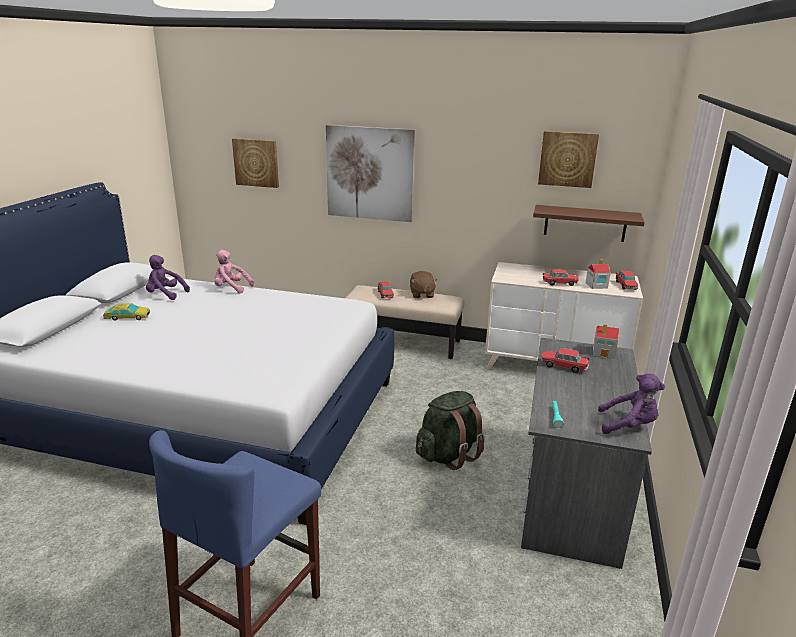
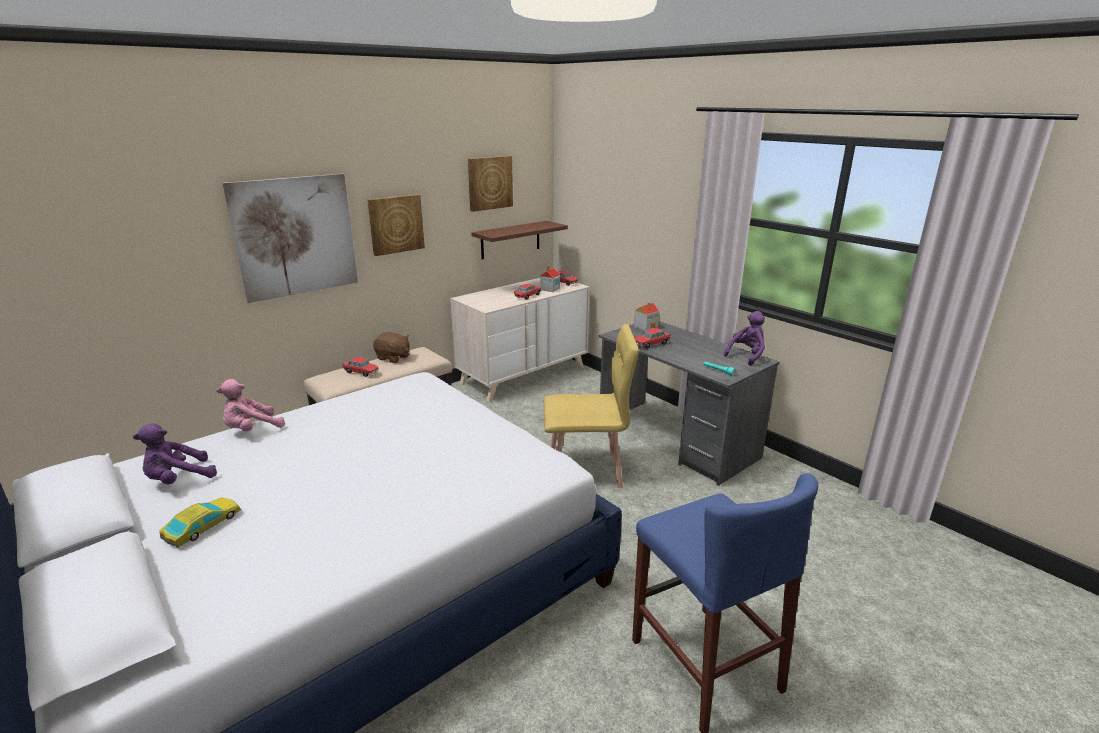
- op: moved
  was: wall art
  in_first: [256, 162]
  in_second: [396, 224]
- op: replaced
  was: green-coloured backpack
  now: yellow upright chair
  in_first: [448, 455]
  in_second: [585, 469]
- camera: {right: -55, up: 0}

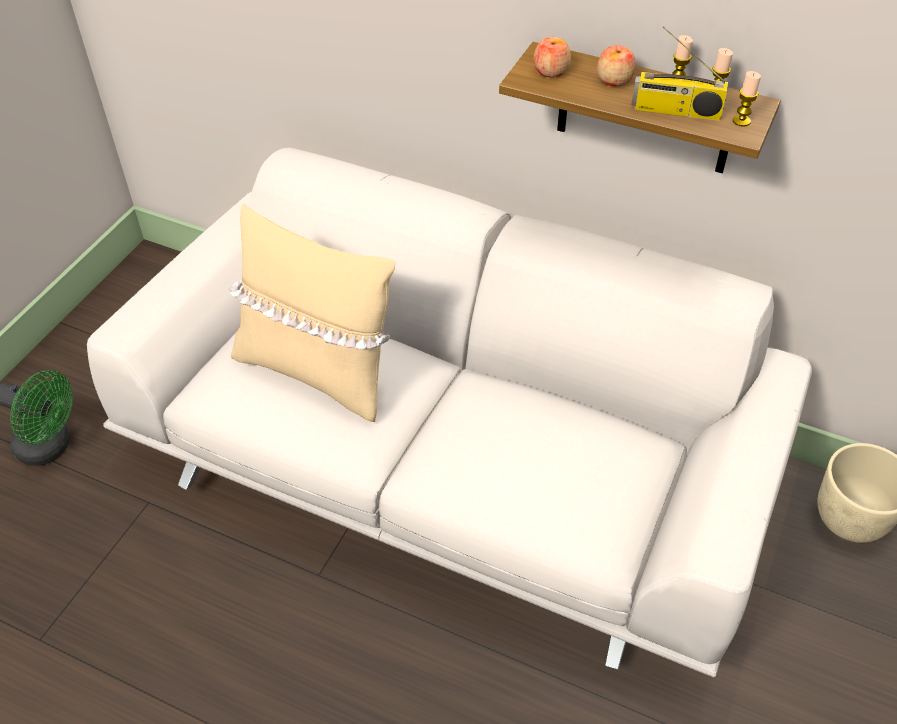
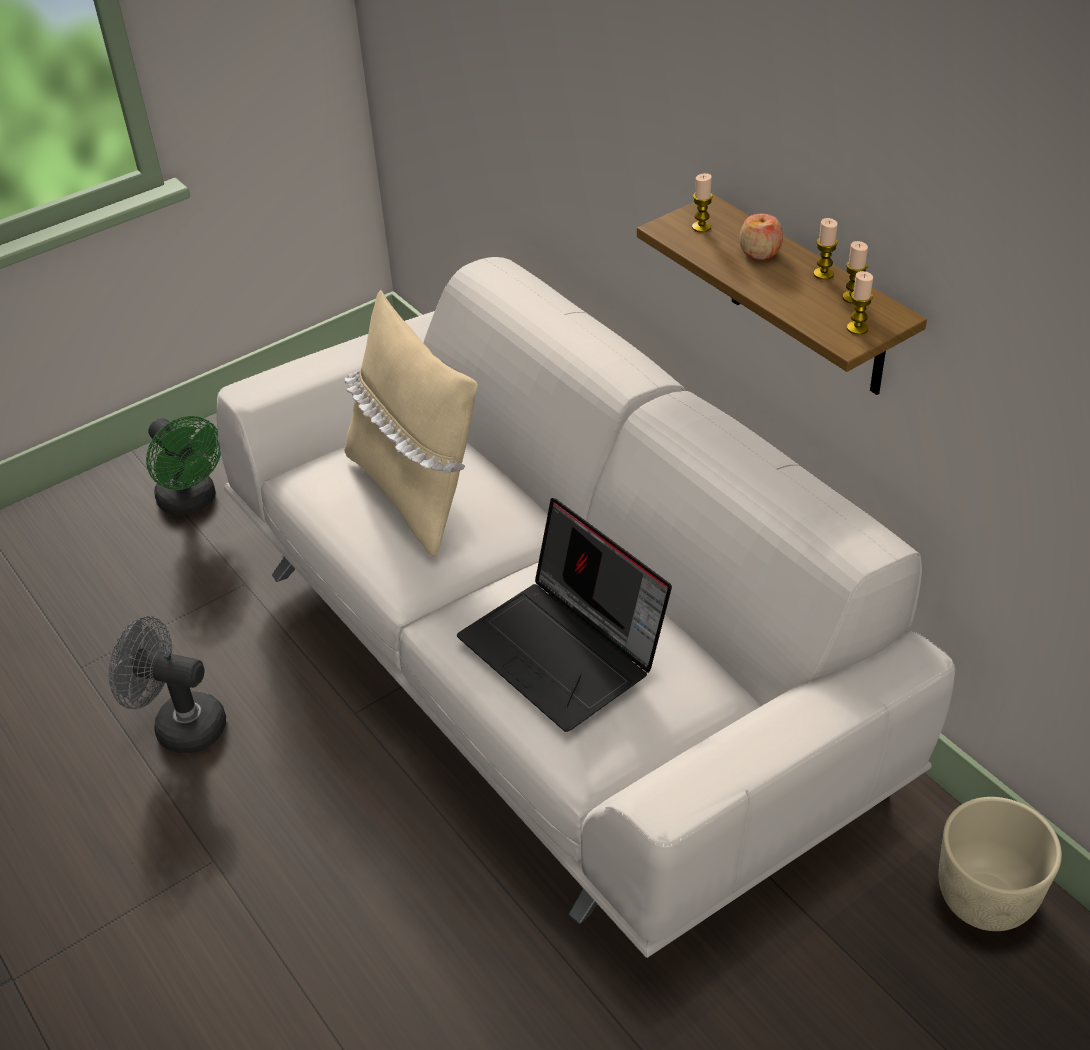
- op: replaced
  was: apple fruit
  now: wax light
  in_first: [551, 71]
  in_second: [701, 227]
- op: removed
  was: radio
  in_first: [675, 111]
- op: added
  now: grey electric fan
  in_second: [179, 725]
- op: added
  now: portable computer
  in_second: [565, 651]
- camera: {right: 30, up: -5}

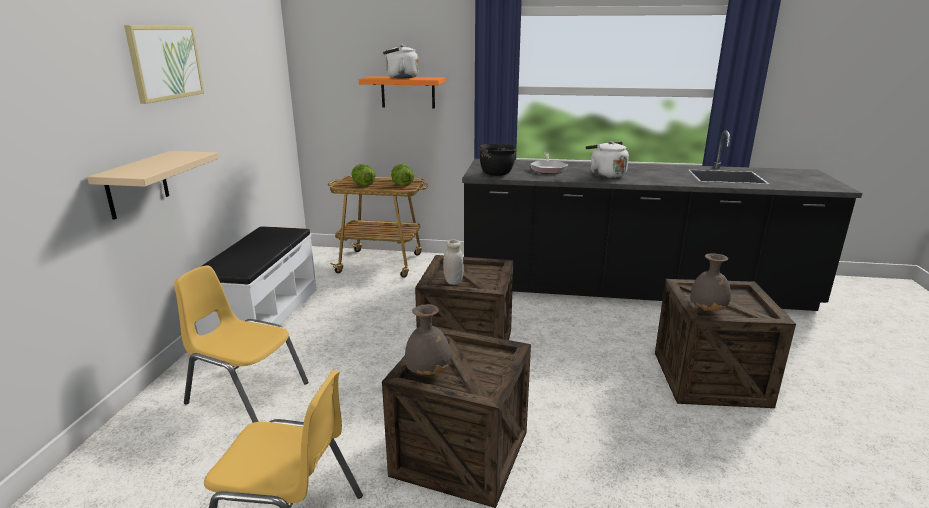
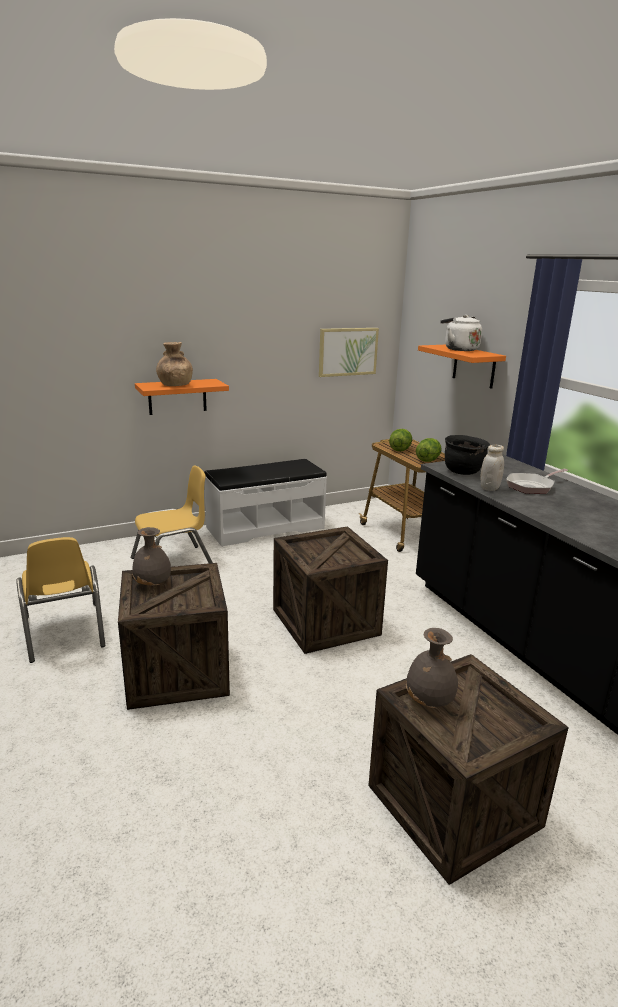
- op: recoloured
  was: beige shelf
  now: orangey shelf
  in_first: [137, 185]
  in_second: [177, 396]
- op: moved
  was: wall art
  in_first: [165, 62]
  in_second: [347, 351]
- op: turned
  was: yellow upright chair
  in_first: [247, 393]
  in_second: [173, 563]
  clockwise: 75
- op: moved
  was: whitish preserve jar
  in_first: [453, 281]
  in_second: [489, 488]
- op: removed
  was: whitish kettle
  in_first: [605, 175]
- op: added
  now: brownish flower vase
  in_second: [175, 385]
- camera: {right: 55, up: 0}

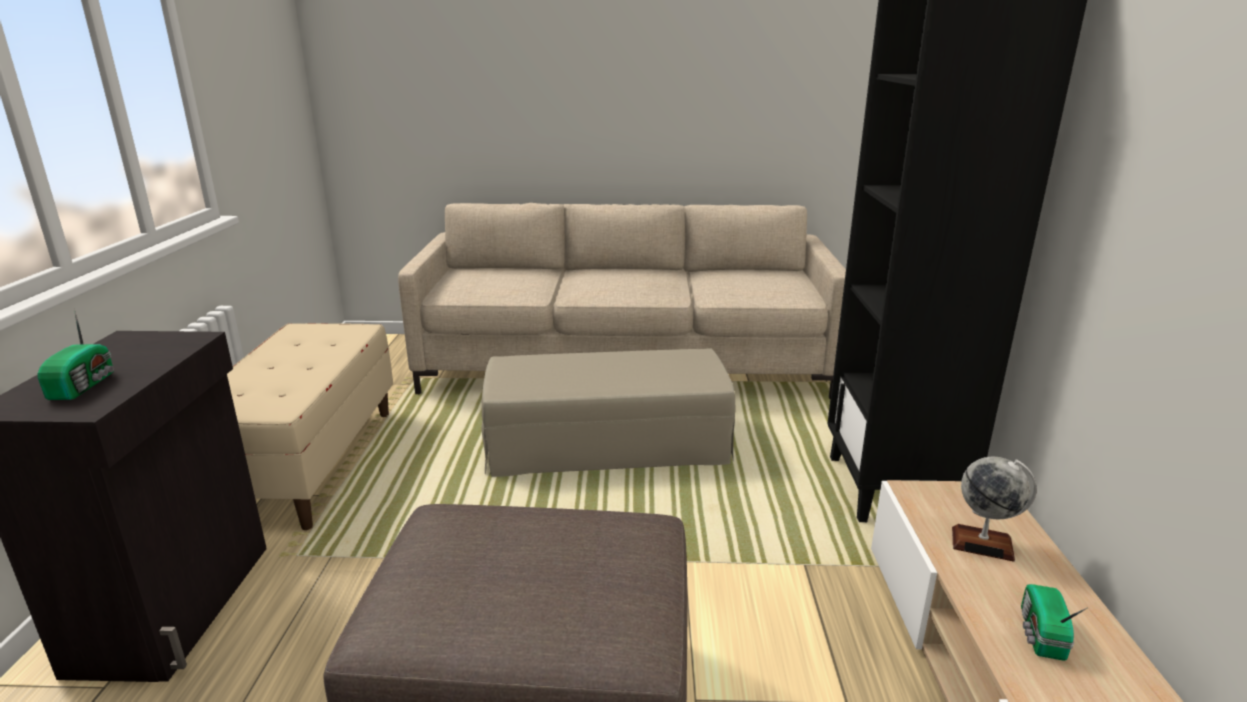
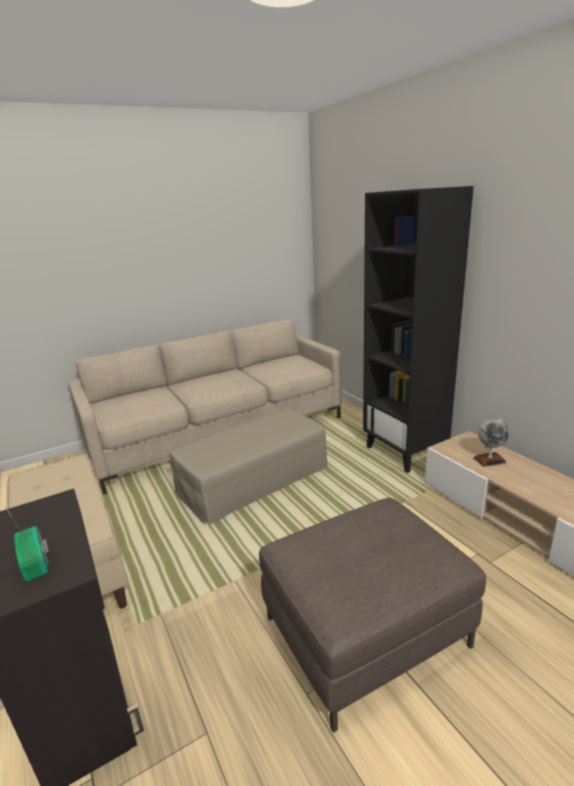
- op: removed
  was: radio
  in_first: [1040, 635]
- camera: {right: -30, up: 0}

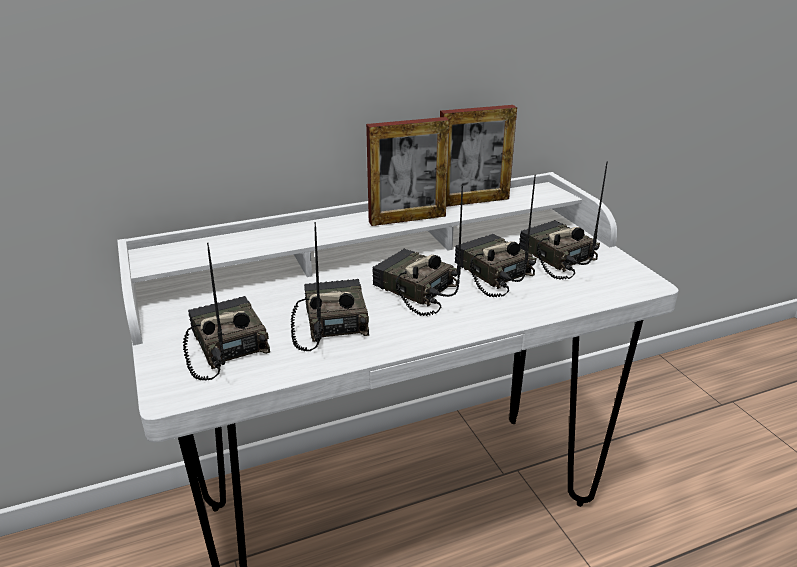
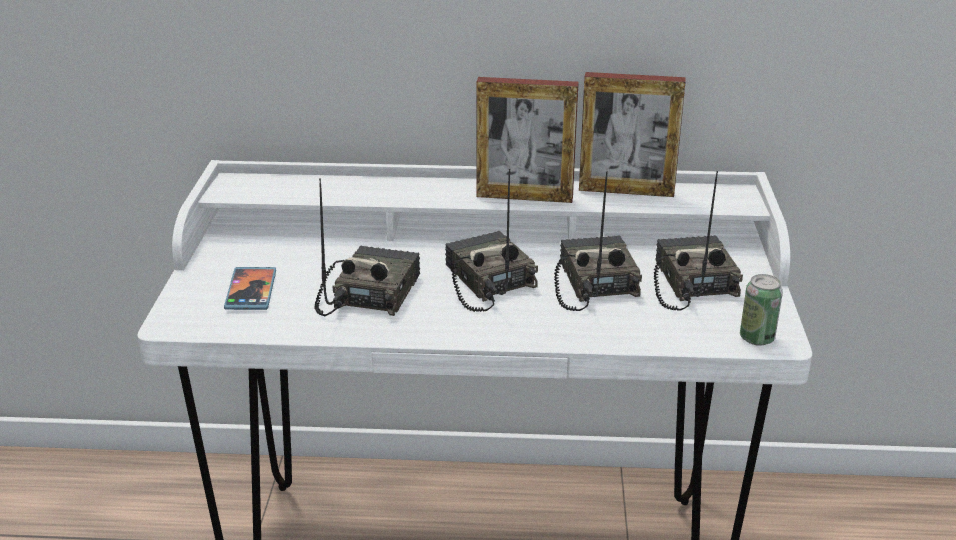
- op: replaced
  was: radio
  now: telephone
  in_first: [224, 346]
  in_second: [251, 291]
- op: added
  now: can
  in_second: [757, 338]
- camera: {right: 25, up: 0}

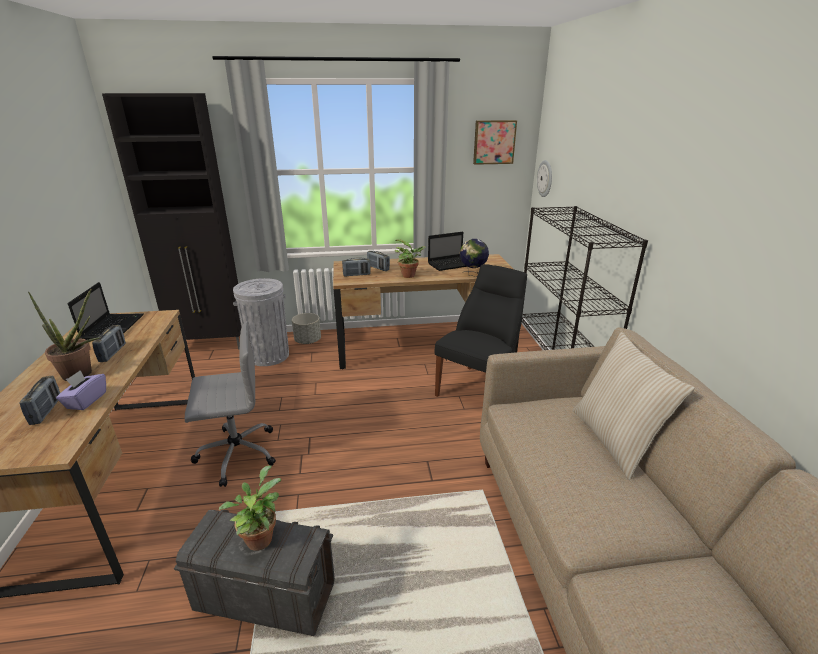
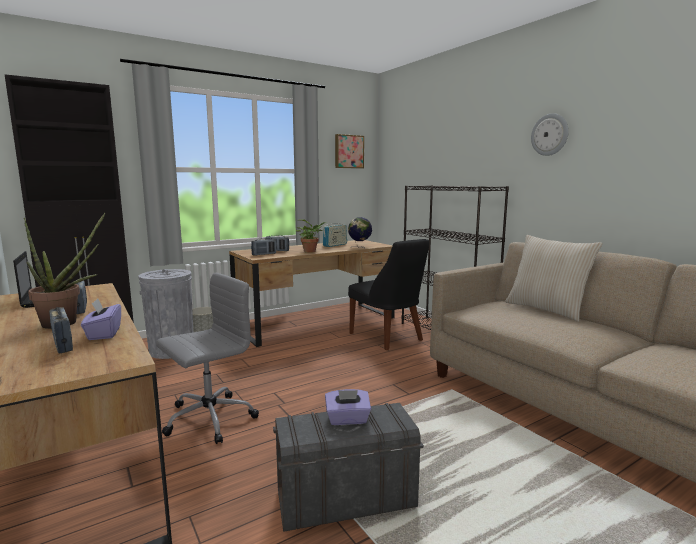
- op: replaced
  was: plant in a pot
  now: purple-coloured tissue box
  in_first: [259, 537]
  in_second: [347, 419]
- op: replaced
  was: portable computer
  now: radio
  in_first: [451, 264]
  in_second: [335, 245]
- op: turned
  was: blackish upright chair
  in_first: [478, 387]
  in_second: [388, 337]
  clockwise: 135
- op: moved
  was: hanging clock
  in_first: [545, 178]
  in_second: [550, 134]
- camera: {right: -25, up: -15}

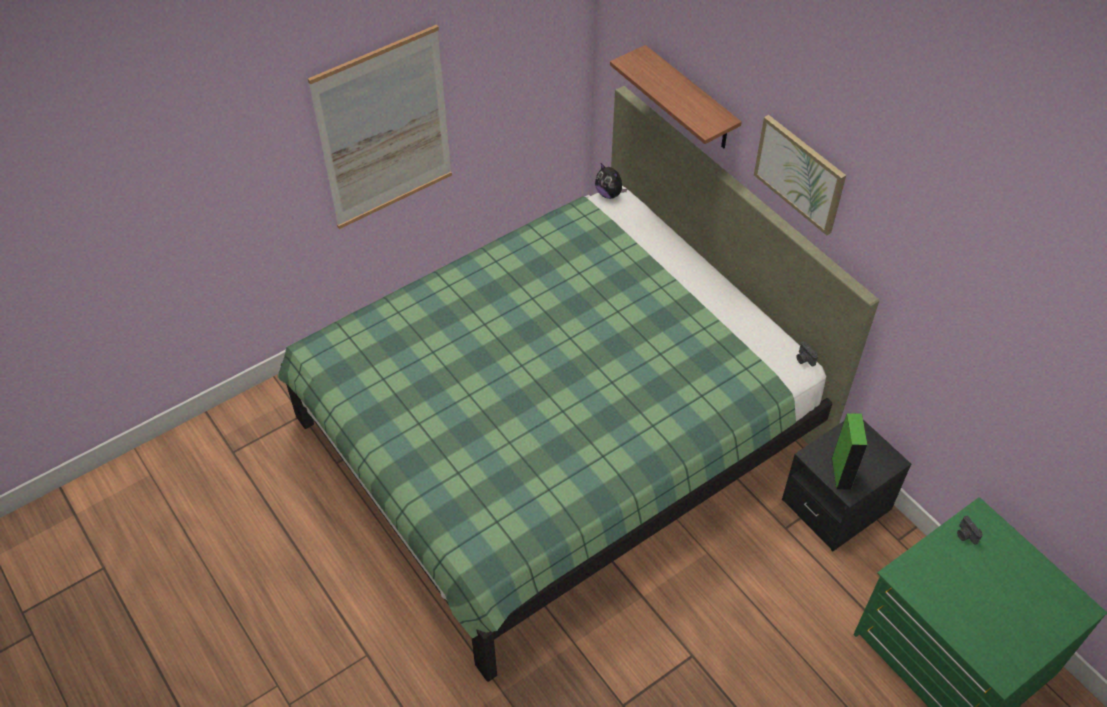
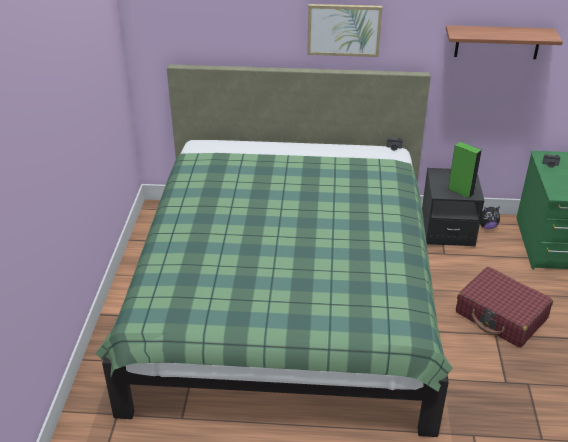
- op: removed
  was: wall art
  in_first: [384, 130]
- op: moved
  was: soft toy
  in_first: [609, 194]
  in_second: [487, 226]
- op: moved
  was: shelf
  in_first: [690, 100]
  in_second: [497, 42]
- op: added
  now: reddish piece of luggage
  in_second: [501, 316]
- camera: {right: -50, up: -15}

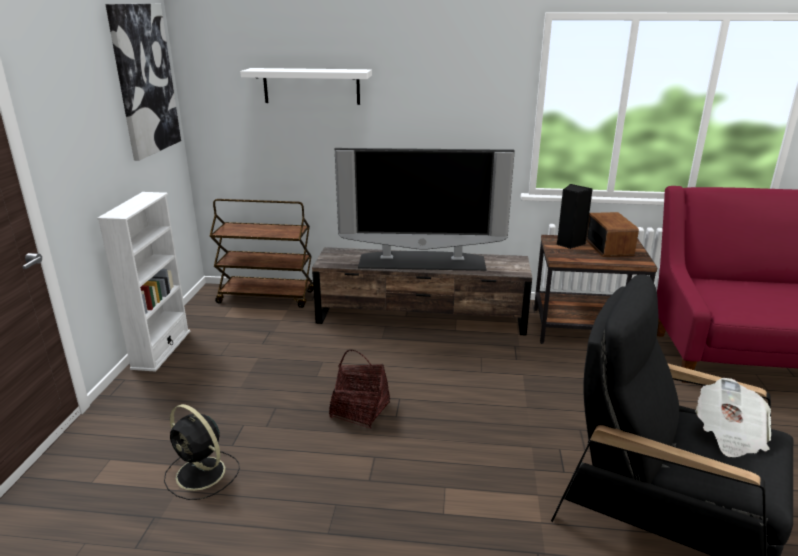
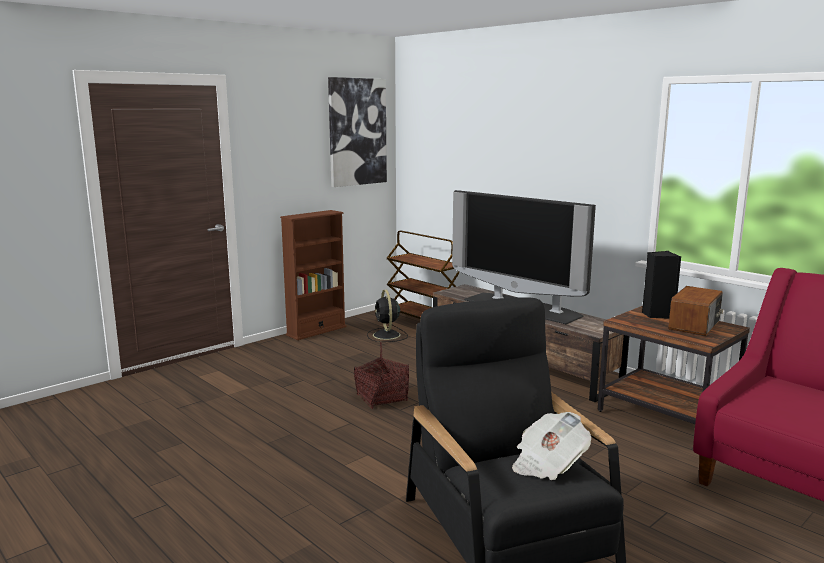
- op: recoloured
  was: whitish shelving unit
  now: brownish shelving unit
  in_first: [161, 349]
  in_second: [316, 331]
- op: moved
  was: blackish electric fan
  in_first: [202, 474]
  in_second: [387, 335]
- op: removed
  was: whitish shelf
  in_first: [311, 86]
- camera: {right: 40, up: -10}

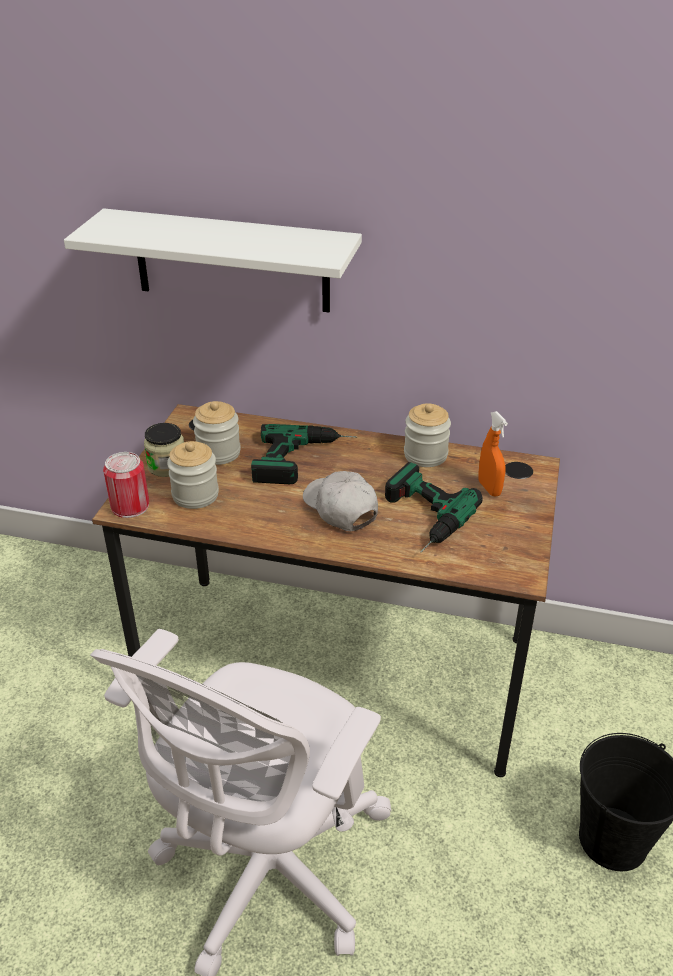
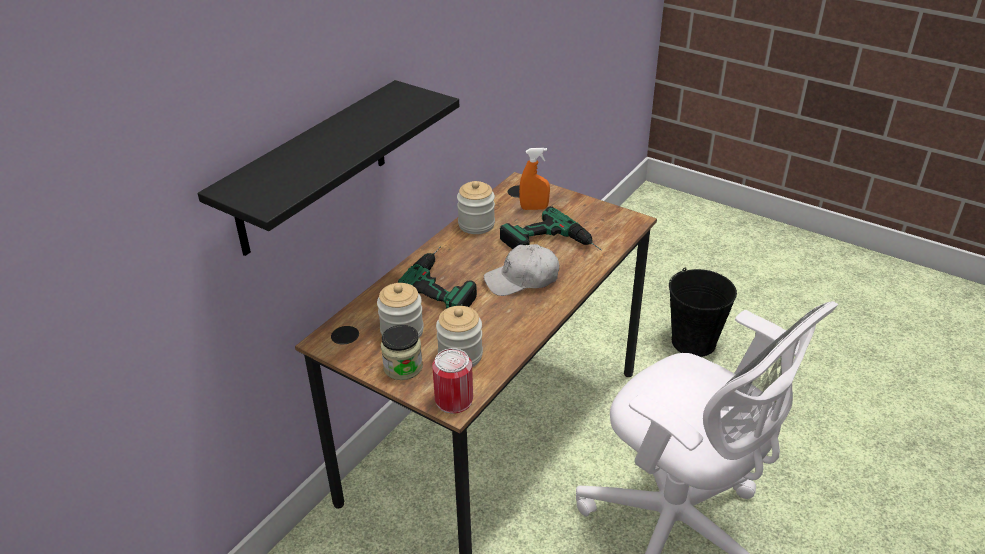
- op: recoloured
  was: whitish shelf
  now: blackish shelf
  in_first: [231, 261]
  in_second: [312, 168]
- camera: {right: -70, up: 0}

